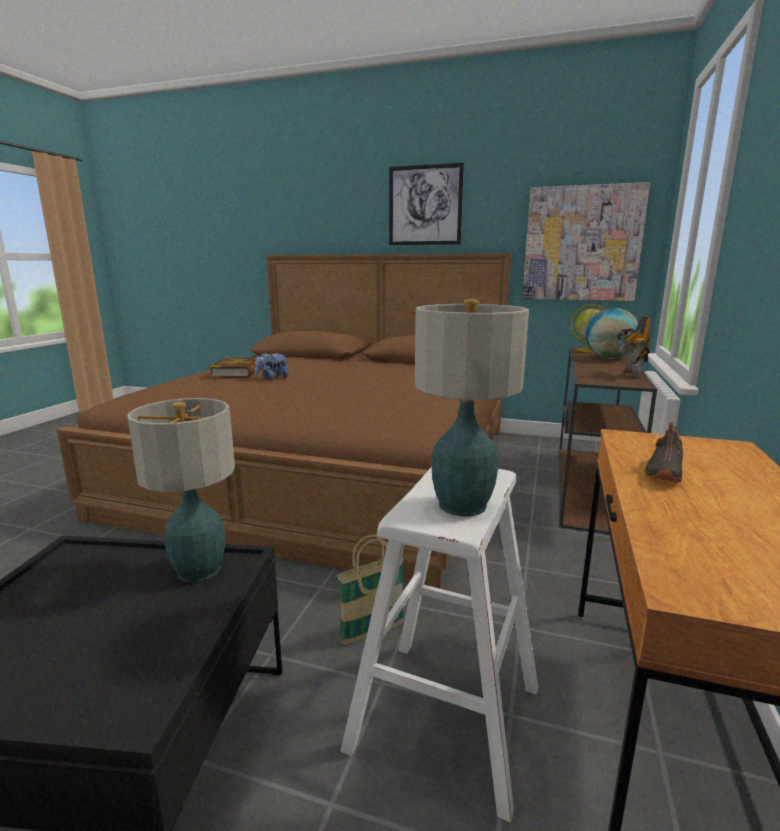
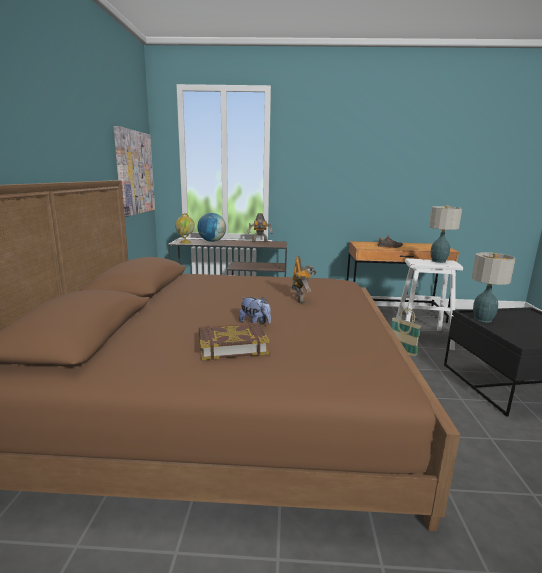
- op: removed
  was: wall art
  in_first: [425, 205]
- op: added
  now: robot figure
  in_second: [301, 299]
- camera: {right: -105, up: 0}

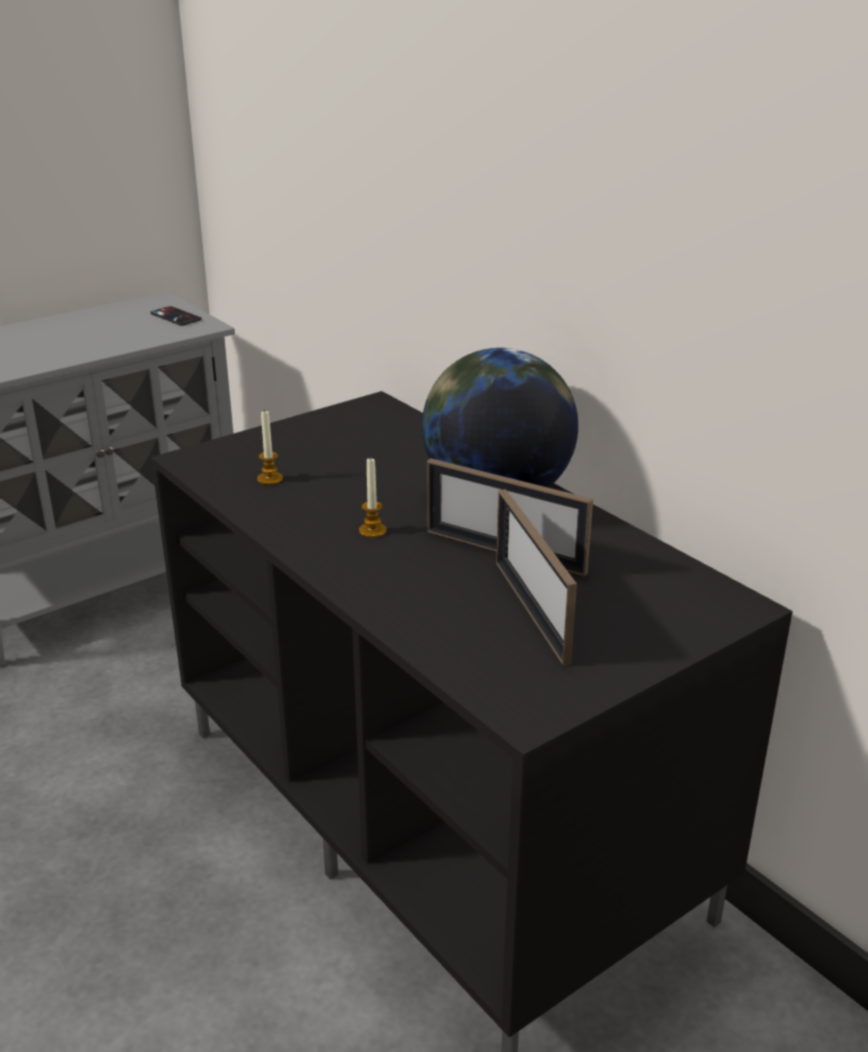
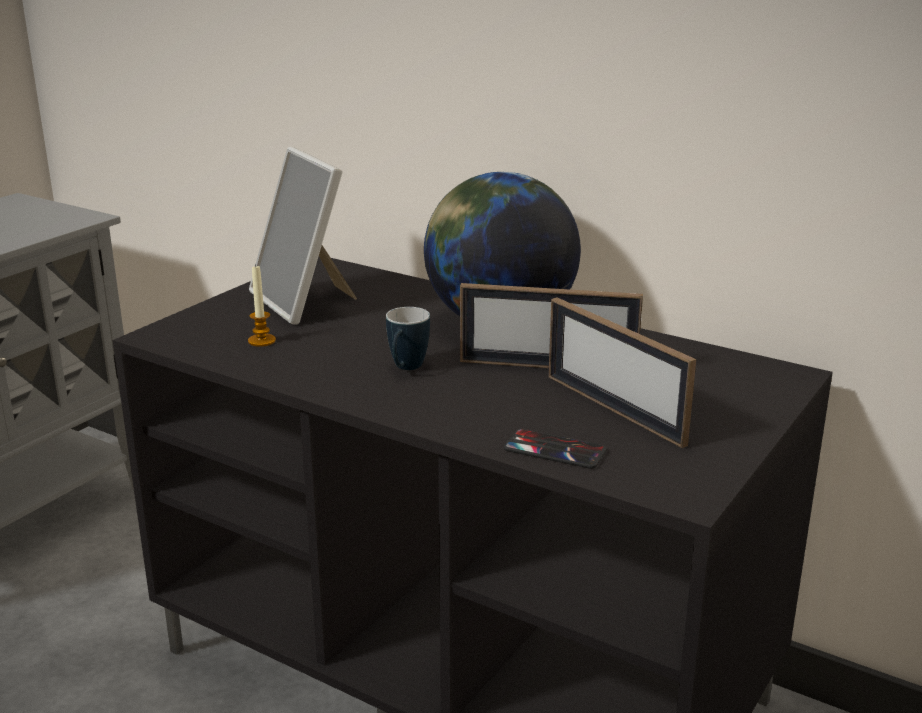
- op: moved
  was: telephone
  in_first: [176, 317]
  in_second: [555, 450]
- op: replaced
  was: wax light
  now: mug
  in_first: [372, 531]
  in_second: [405, 369]
- op: added
  now: photo frame
  in_second: [305, 302]
- camera: {right: -20, up: -5}

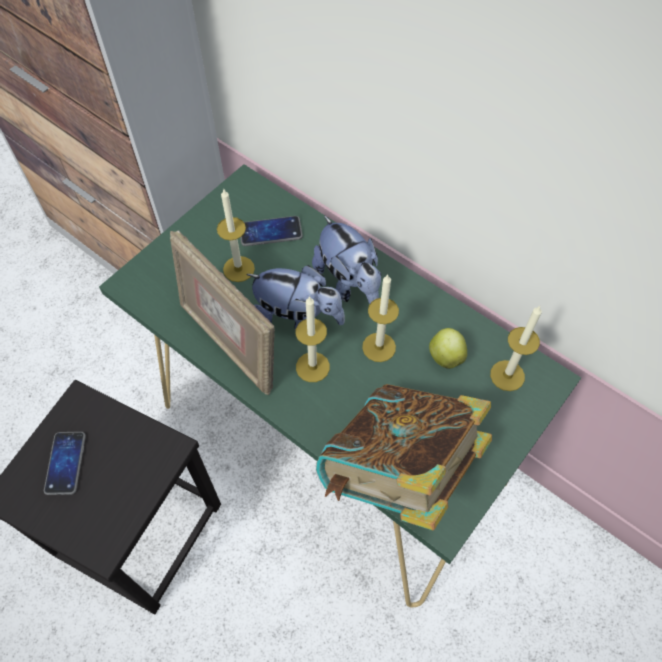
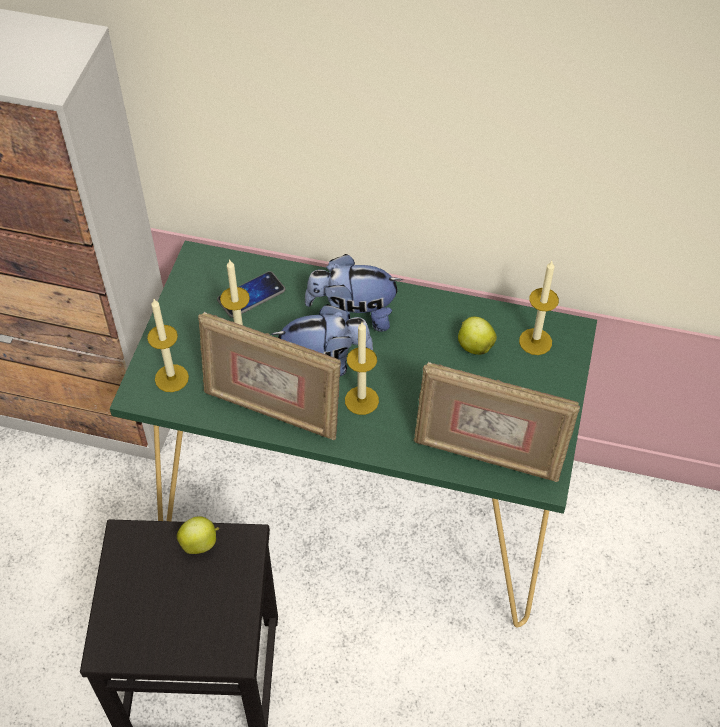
- op: removed
  was: telephone
  in_first: [65, 463]
- op: turned
  was: soft toy
  in_first: [349, 283]
  in_second: [353, 315]
  clockwise: 150
- op: replaced
  was: volume
  now: photo frame
  in_first: [400, 472]
  in_second: [487, 455]
- op: moved
  was: wax light
  in_first: [379, 347]
  in_second: [171, 378]
- op: added
  now: apple fruit
  in_second: [200, 543]
- camera: {right: -25, up: -5}

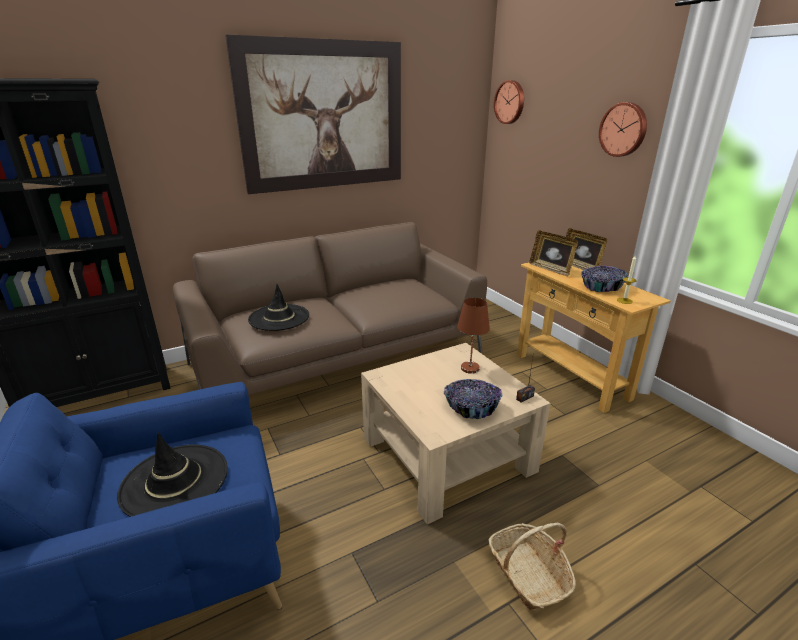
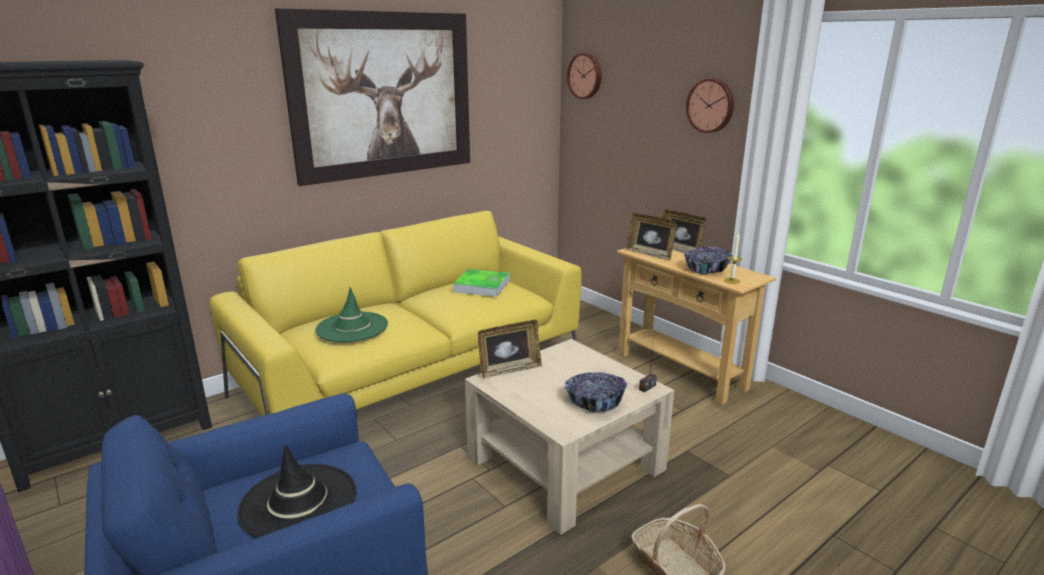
- op: recoloured
  was: brownish sofa
  now: yellow sofa
  in_first: [338, 357]
  in_second: [414, 374]
- op: recoloured
  was: blackish hat
  now: green-coloured hat
  in_first: [279, 317]
  in_second: [352, 327]
- op: removed
  was: brownish table lamp
  in_first: [469, 368]
- op: added
  now: serving tray
  in_second: [482, 286]
- op: added
  now: photo frame
  in_second: [509, 370]
- camera: {right: -10, up: -5}

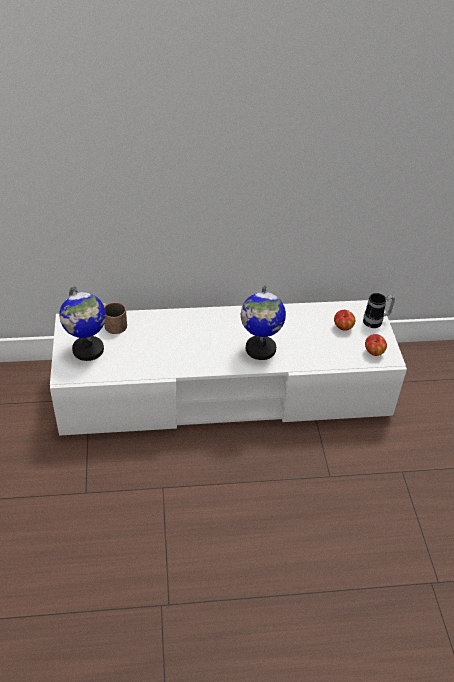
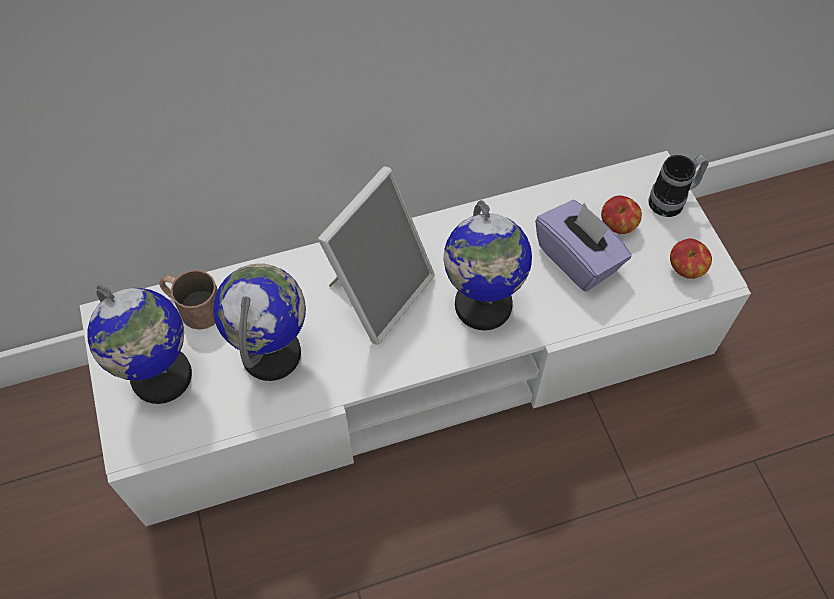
- op: added
  now: desk globe
  in_second: [272, 353]
- op: added
  now: photo frame
  in_second: [378, 291]
- op: added
  now: purple-coloured tissue box
  in_second: [578, 259]
- camera: {right: -10, up: 15}

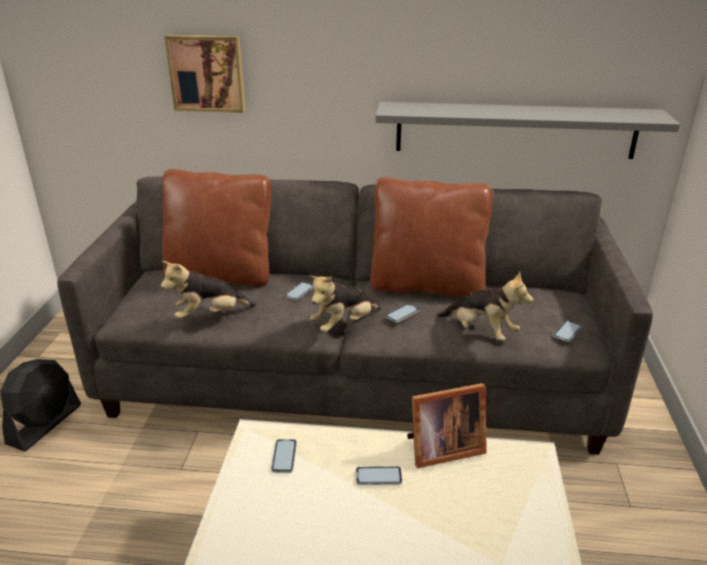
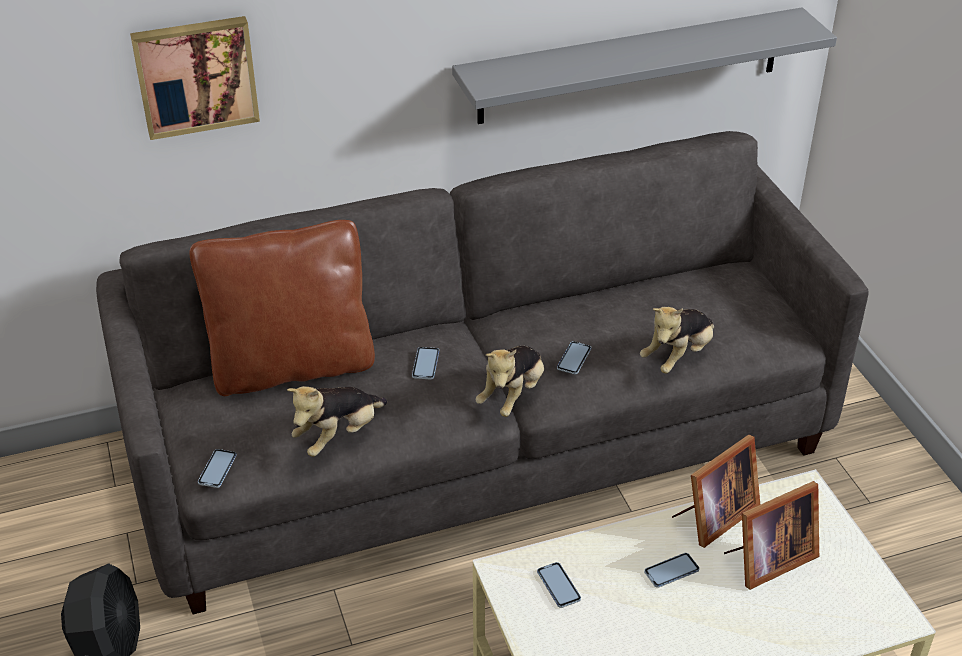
- op: removed
  was: brownish throw pillow
  in_first: [426, 286]
- op: turned
  was: soft toy
  in_first: [481, 331]
  in_second: [678, 356]
  clockwise: 120
- op: moved
  was: telephone
  in_first: [567, 332]
  in_second: [217, 469]
- op: added
  now: photo frame
  in_second: [767, 560]
- camera: {right: -25, up: 10}

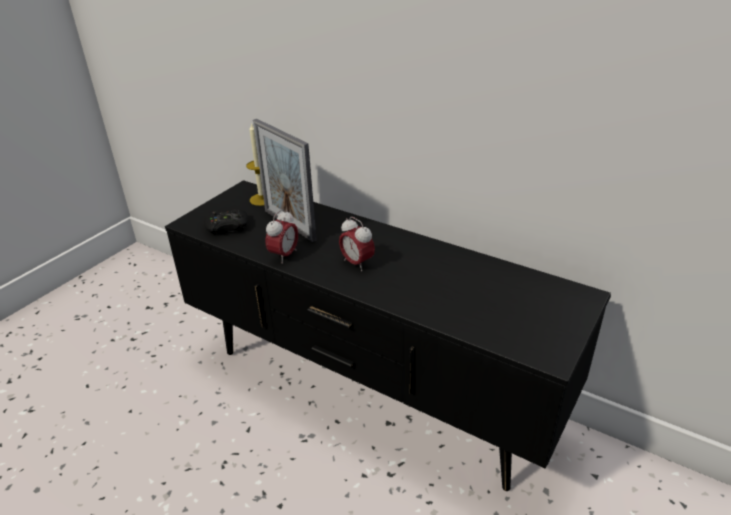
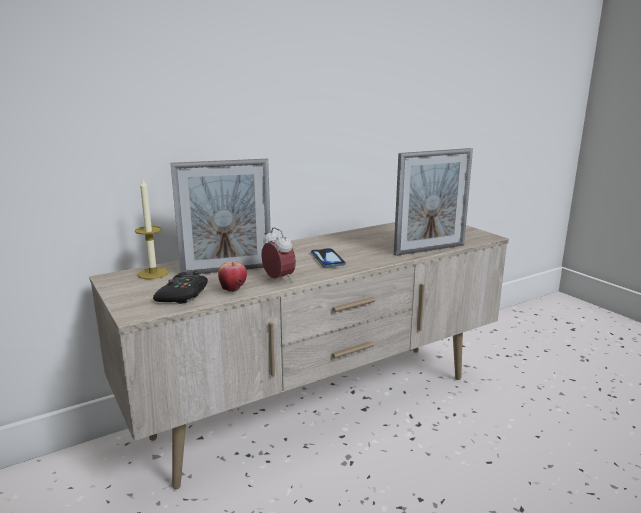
- op: recoloured
  was: blackish media console
  now: beige media console
  in_first: [369, 391]
  in_second: [320, 407]
- op: replaced
  was: table clock
  now: telephone
  in_first: [357, 263]
  in_second: [327, 259]
- op: added
  now: apple fruit
  in_second: [233, 290]
- op: added
  now: photo frame
  in_second: [429, 249]
- camera: {right: -65, up: -15}

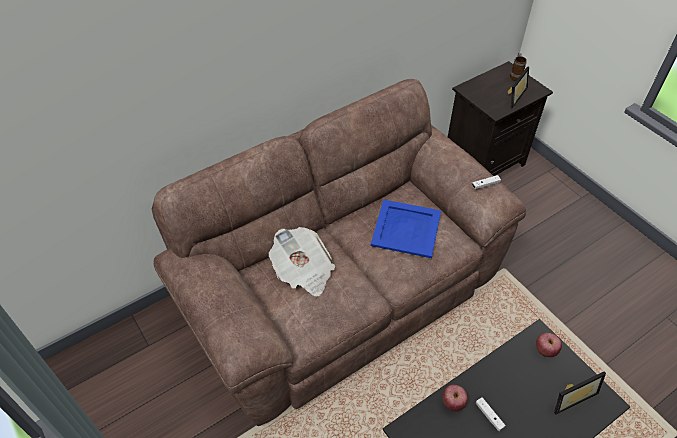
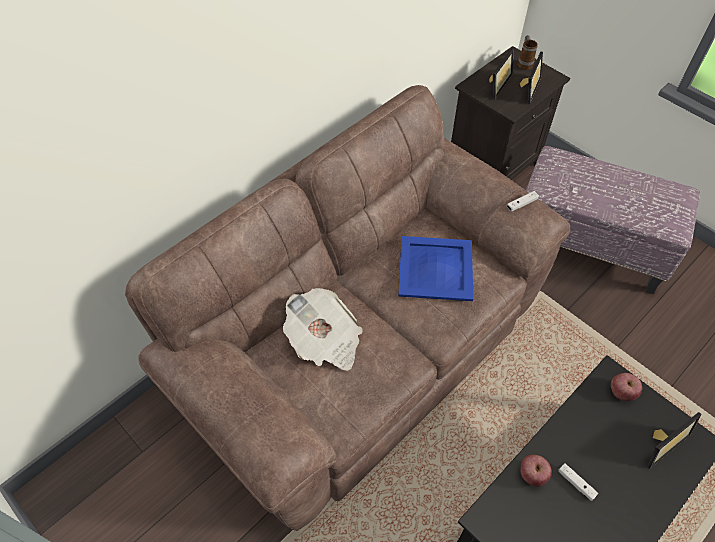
- op: added
  now: photo frame
  in_second: [495, 84]
- op: added
  now: pouffe
  in_second: [588, 244]
- camera: {right: -10, up: 5}

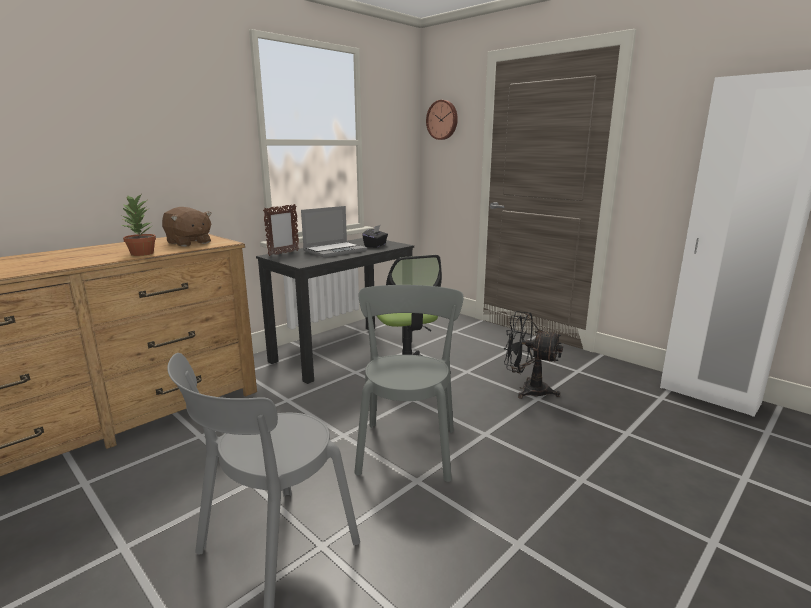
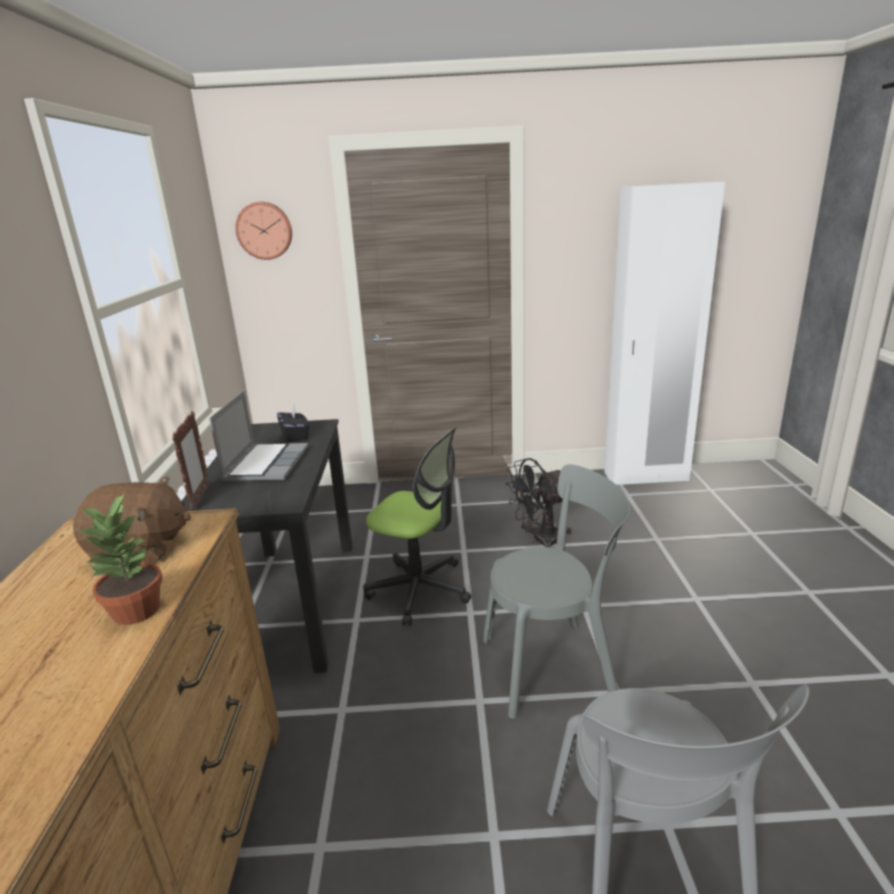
- op: turned
  was: grey upright chair
  in_first: [407, 446]
  in_second: [553, 665]
  clockwise: 120
- camera: {right: -45, up: 5}

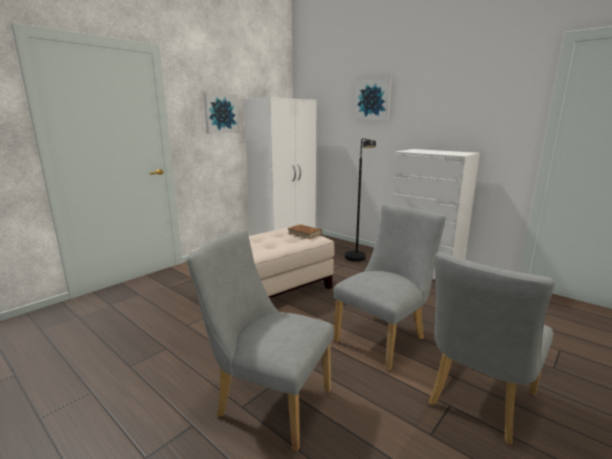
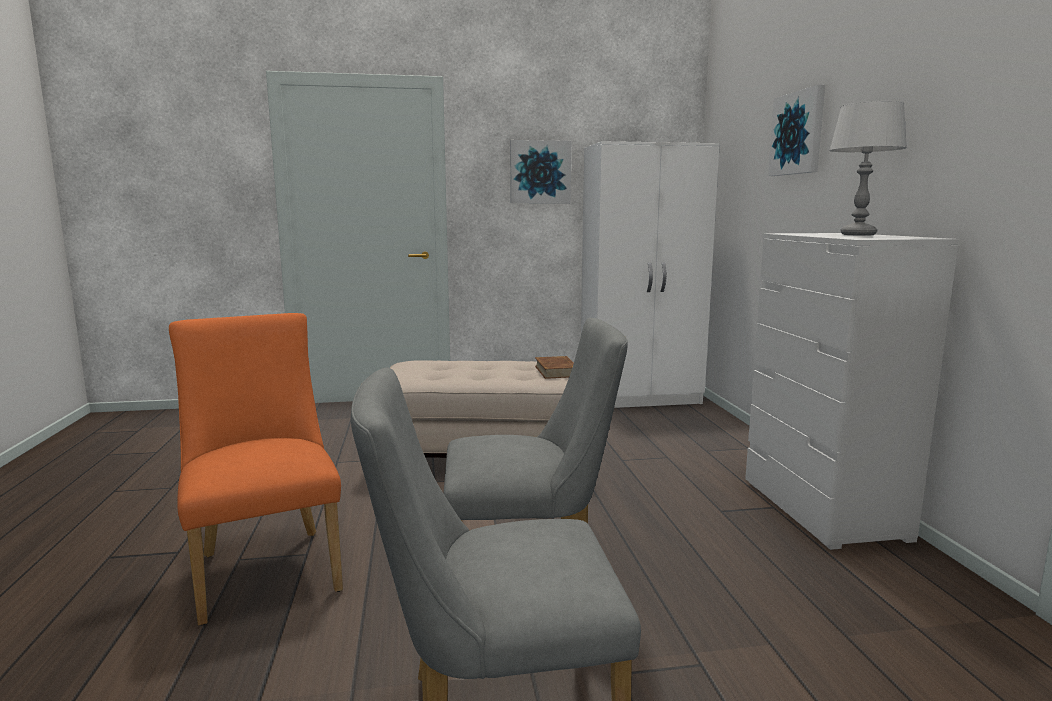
- op: recoloured
  was: grey upright chair
  now: orangey upright chair
  in_first: [267, 401]
  in_second: [266, 567]
- op: removed
  was: blackish floor lamp
  in_first: [357, 260]
- op: added
  now: grey table lamp
  in_second: [857, 235]
- camera: {right: 40, up: -5}

